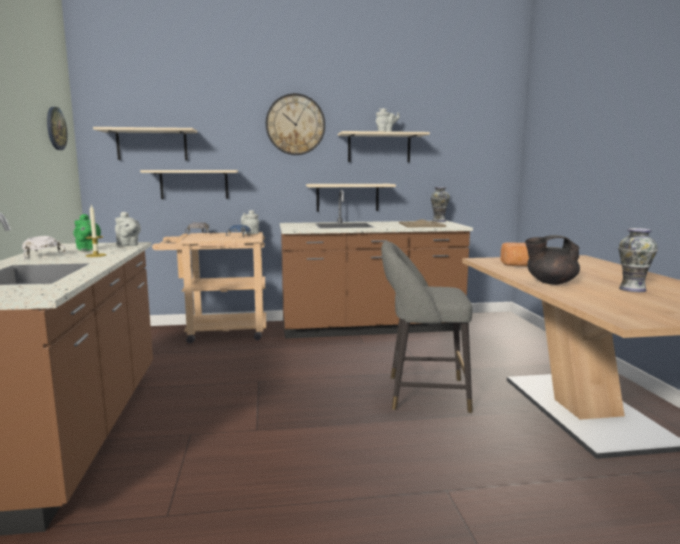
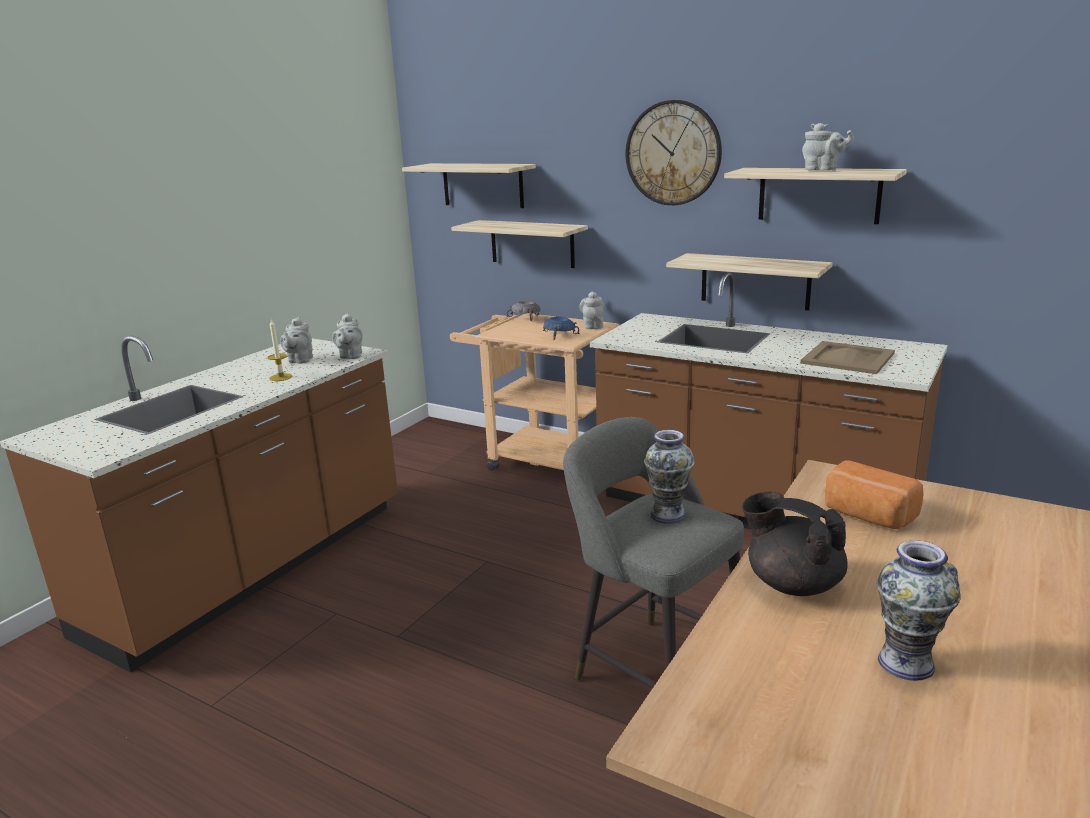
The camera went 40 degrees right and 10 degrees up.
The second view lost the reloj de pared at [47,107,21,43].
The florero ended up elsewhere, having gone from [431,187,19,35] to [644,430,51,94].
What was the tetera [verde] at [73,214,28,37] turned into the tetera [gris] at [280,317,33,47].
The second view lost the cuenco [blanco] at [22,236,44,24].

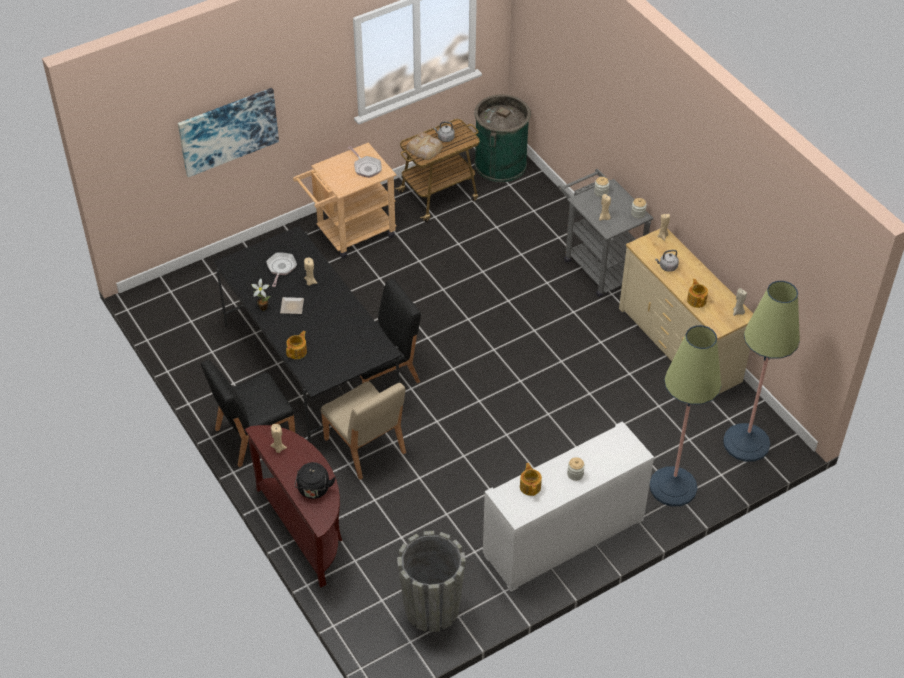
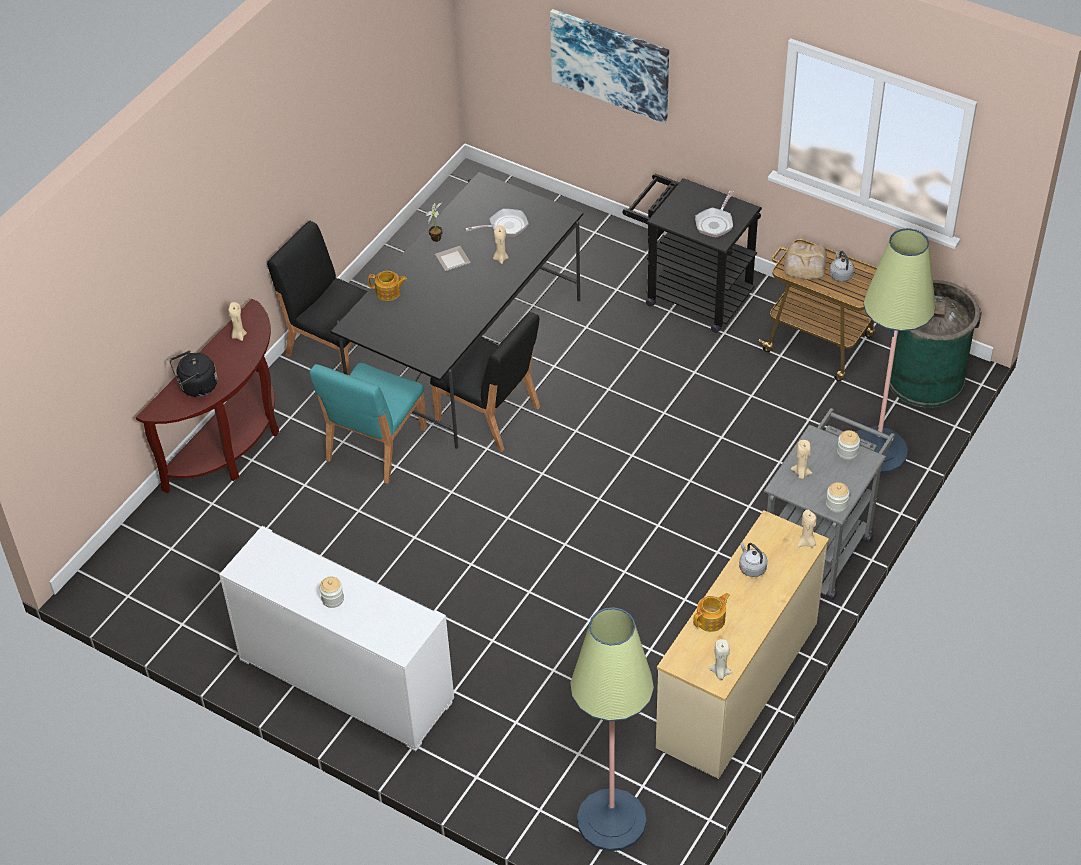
The camera went 65 degrees right and 0 degrees up.
What was the carrito [beis] at [293,143,104,115] turned into the carrito [negro] at [622,174,140,159].
The lámpara de pie ended up elsewhere, having gone from [650,325,72,181] to [856,228,80,246].
What was the silla [beis] at [321,381,85,99] turned into the silla [turquesa] at [309,363,118,121].
The second view lost the tetera at [520,463,22,33].
The second view lost the maceta [gris] at [397,531,69,101].

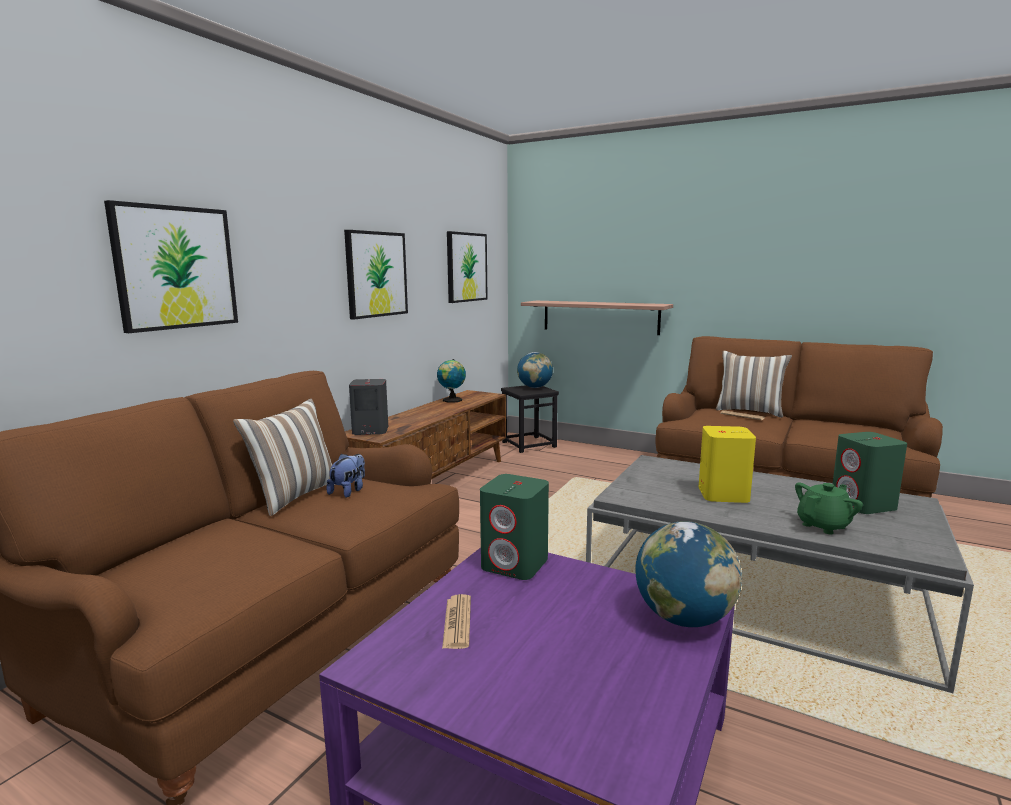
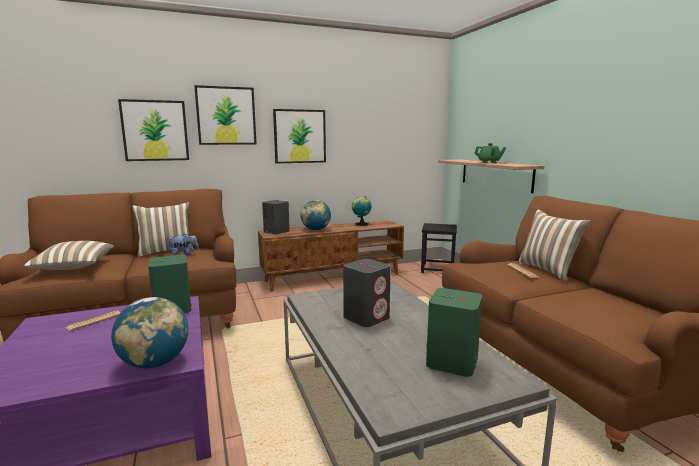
The camera went 40 degrees right and 0 degrees up.
The cuadro ended up elsewhere, having gone from [447,231,41,72] to [194,85,63,60].
The globo terráqueo ended up elsewhere, having gone from [517,352,36,36] to [301,200,30,30].
What was the altavoz [amarillo] at [699,426,57,77] turned into the altavoz [gris] at [343,259,48,68].
The tetera [verde] ended up elsewhere, having gone from [795,482,68,52] to [474,143,32,20].
The second view gained the cojín at [23,241,91,29].

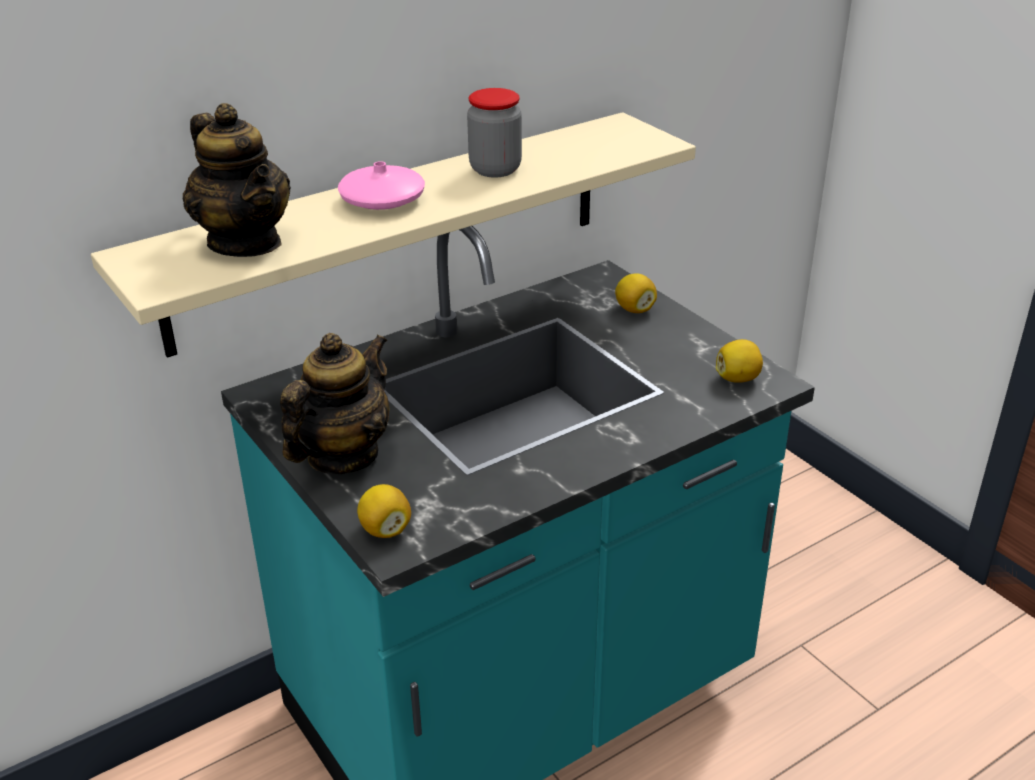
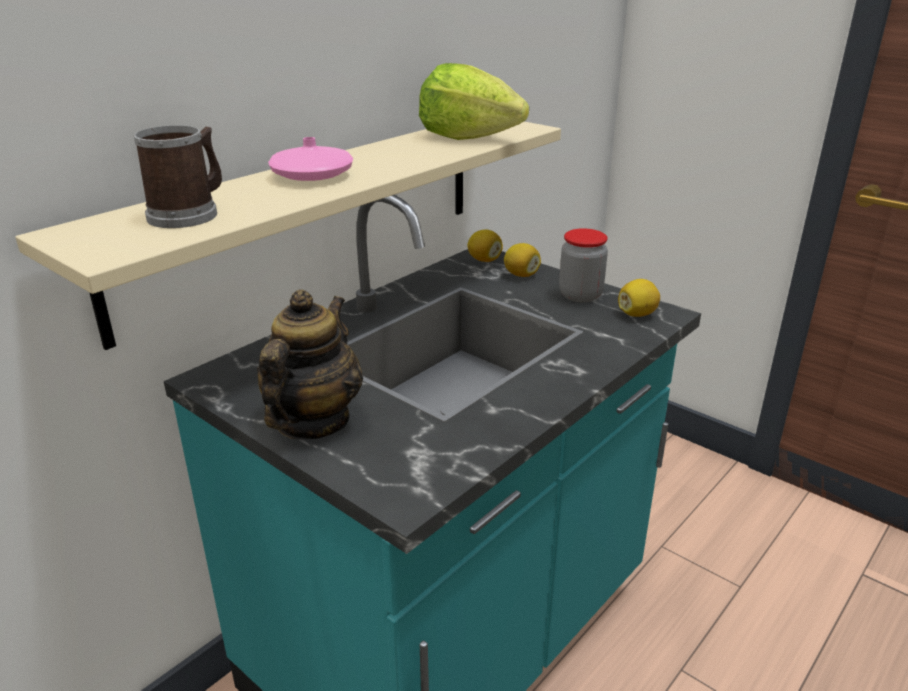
The camera went 15 degrees left and 5 degrees down.
The tarro ended up elsewhere, having gone from [467,88,55,89] to [559,228,49,74].
Where the tetera stood at [183,103,108,154], the taza grande came to stand at [134,125,88,103].
The limón ended up elsewhere, having gone from [357,484,54,54] to [467,230,36,32].
The second view gained the lechuga at [419,63,110,77].

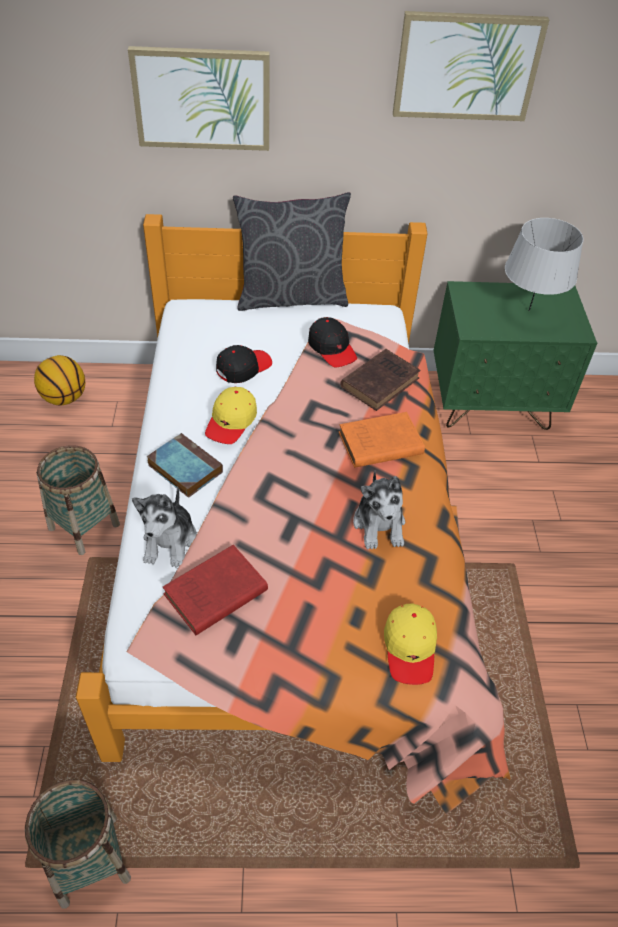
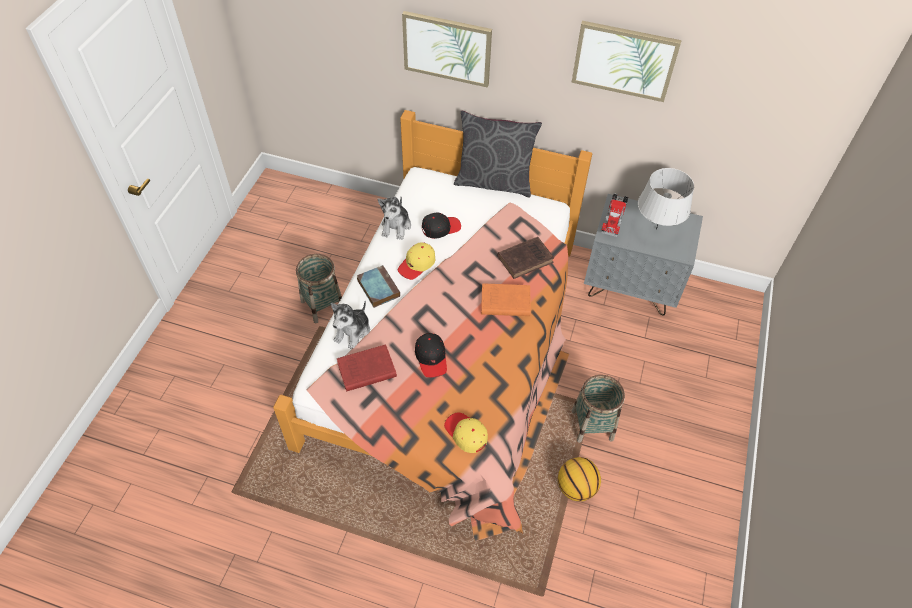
The camera went 20 degrees right and 5 degrees up.
What was the mesita de noche [verde] at [433,281,164,149] turned into the mesita de noche [gris] at [584,194,119,122].
The gorra [negro] ended up elsewhere, having gone from [308,317,49,50] to [415,333,32,44].
The balón de baloncesto ended up elsewhere, having gone from [34,355,52,51] to [558,457,43,44].
The peluche ended up elsewhere, having gone from [353,471,52,79] to [378,197,33,43].
The gorra [amarillo] at [384,603,53,82] ended up facing another way, 120 degrees clockwise from before.
The cesta ended up elsewhere, having gone from [25,780,106,129] to [572,375,53,68].
The second view gained the camión de juguete at [601,193,27,44].

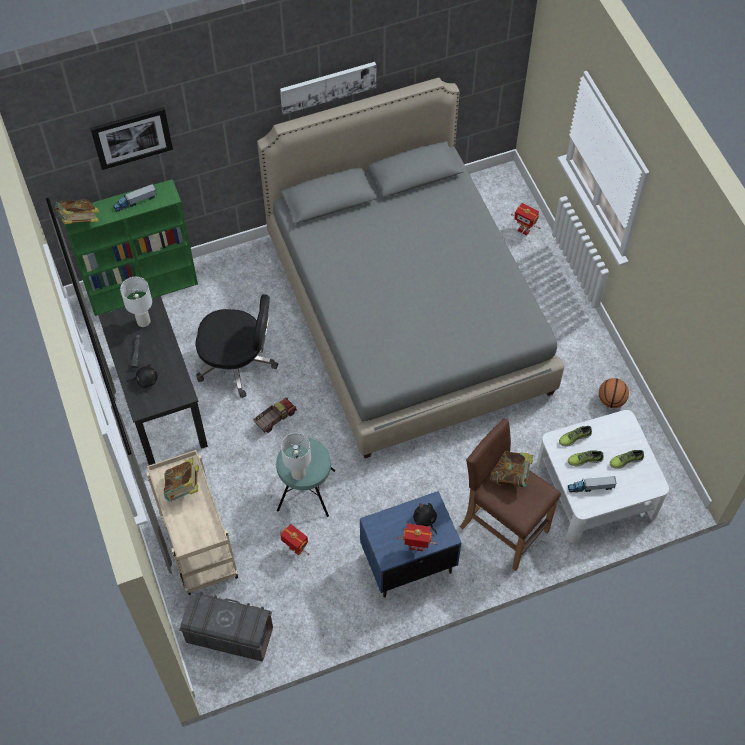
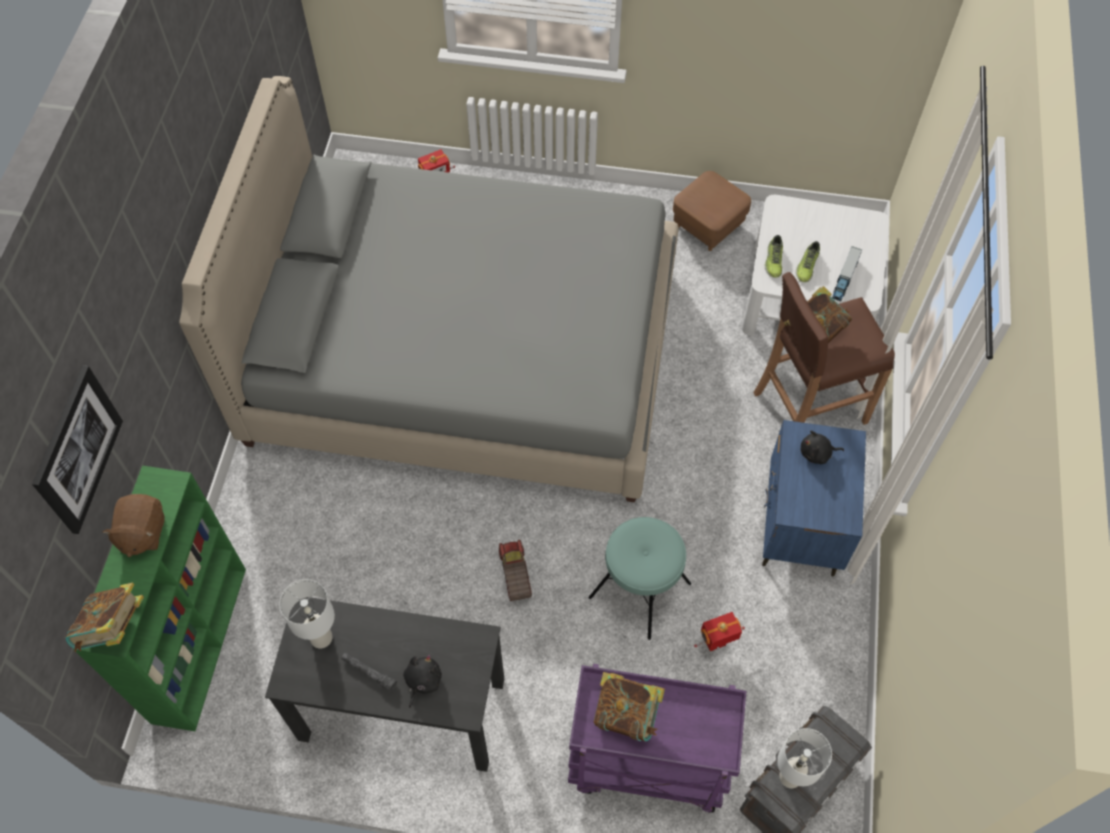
The camera went 60 degrees left and 0 degrees up.
The second view lost the cuadro at [280,62,96,53].
Where the camión de juguete stood at [113,184,44,27], the peluche [marrón] came to stand at [103,494,62,63].
The second view lost the silla de oficina [negro] at [196,294,82,104].
Where the balón de baloncesto stood at [599,378,30,30], the puf [marrón] came to stand at [673,171,78,80].
The lámpara de mesa [blanco] ended up elsewhere, having gone from [281,433,30,47] to [777,728,55,60].
What was the carrito [beis] at [147,450,91,145] turned into the carrito [morado] at [568,664,178,149].
The second view lost the zapato at [610,450,34,19].
The second view lost the robot de juguete at [397,523,40,28].

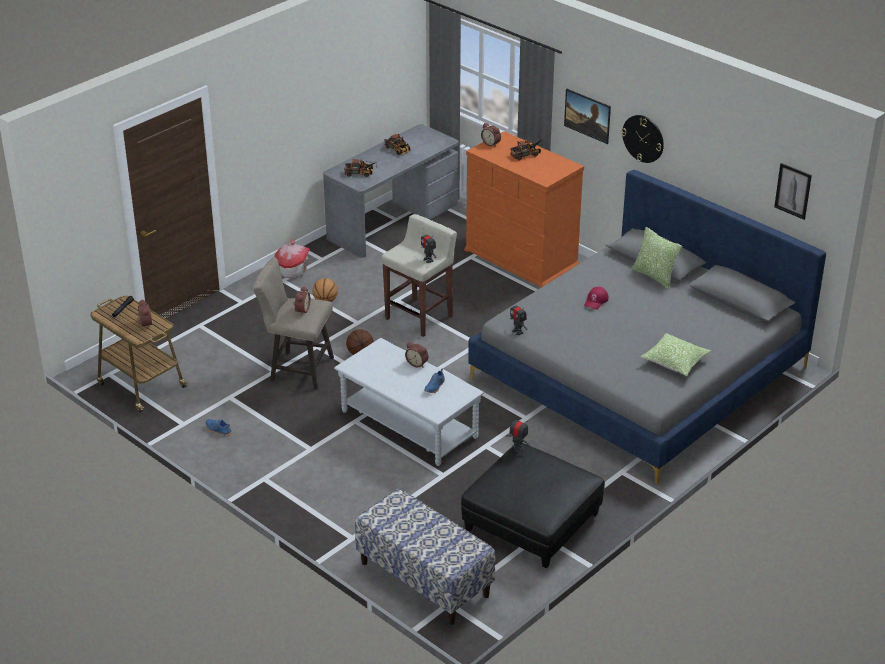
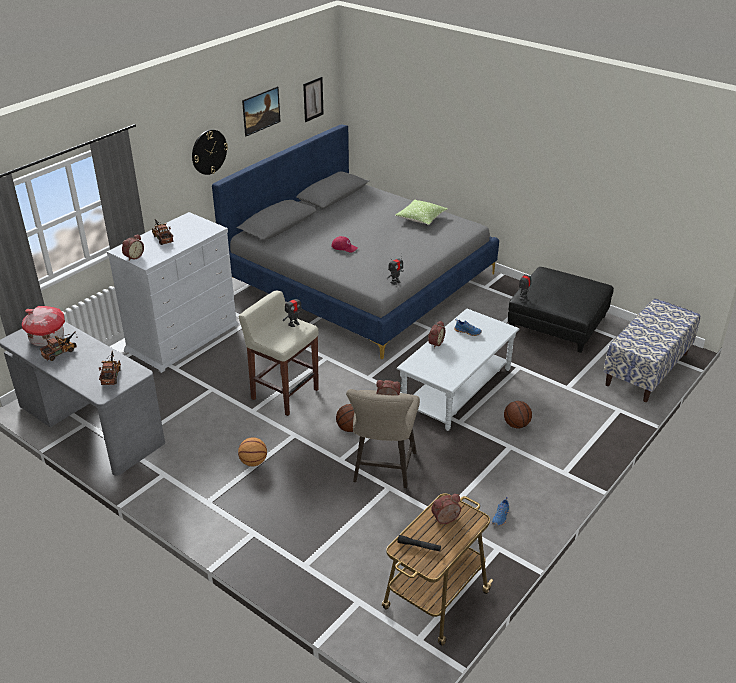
The camera went 95 degrees left and 0 degrees up.
The cuadro ended up elsewhere, having gone from [564,89,47,55] to [242,86,39,50].
What was the cómoda [naranja] at [464,131,120,157] turned into the cómoda [blanco] at [107,212,132,161].
The second view lost the cojín at [632,227,50,62].
The casita ended up elsewhere, having gone from [274,239,36,40] to [22,306,43,40].
The second view gained the balón de baloncesto at [504,401,28,28].

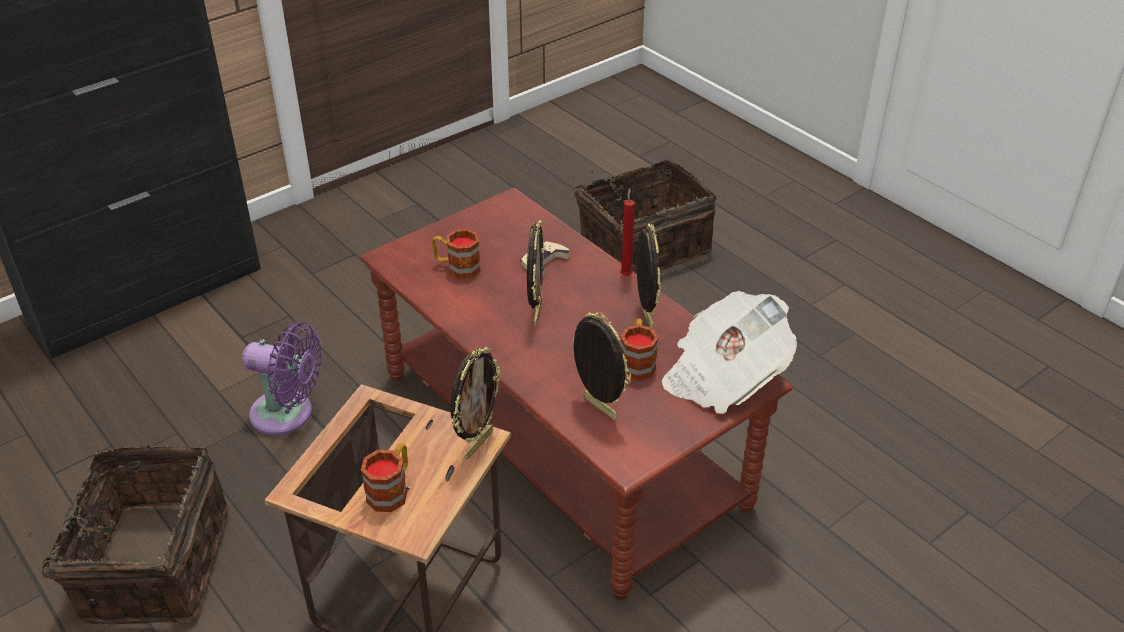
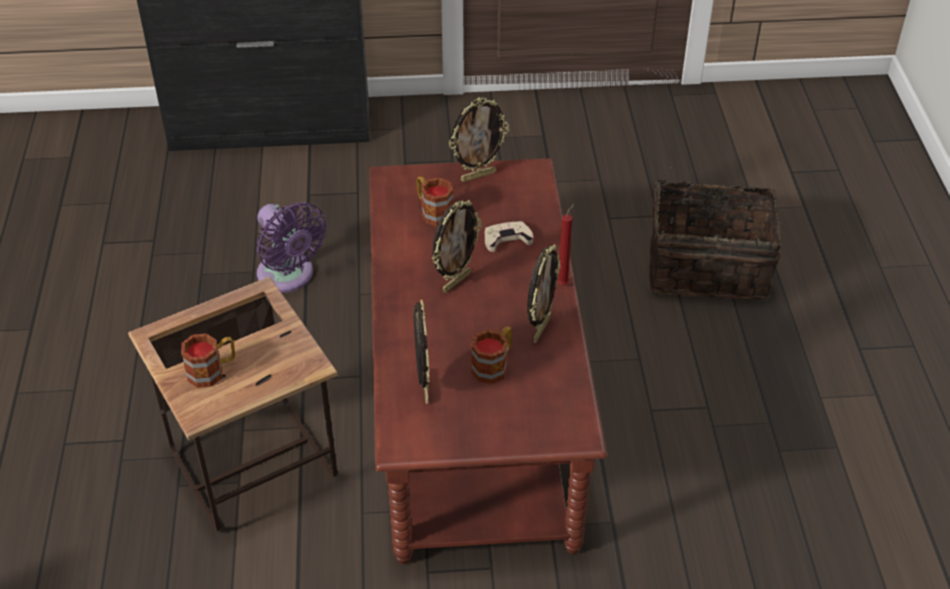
The camera went 35 degrees right and 5 degrees up.
The second view lost the periódico at [662,291,135,123].
The portarretratos ended up elsewhere, having gone from [451,346,51,113] to [449,98,60,84].
The second view lost the cesta at [14,445,215,180].

